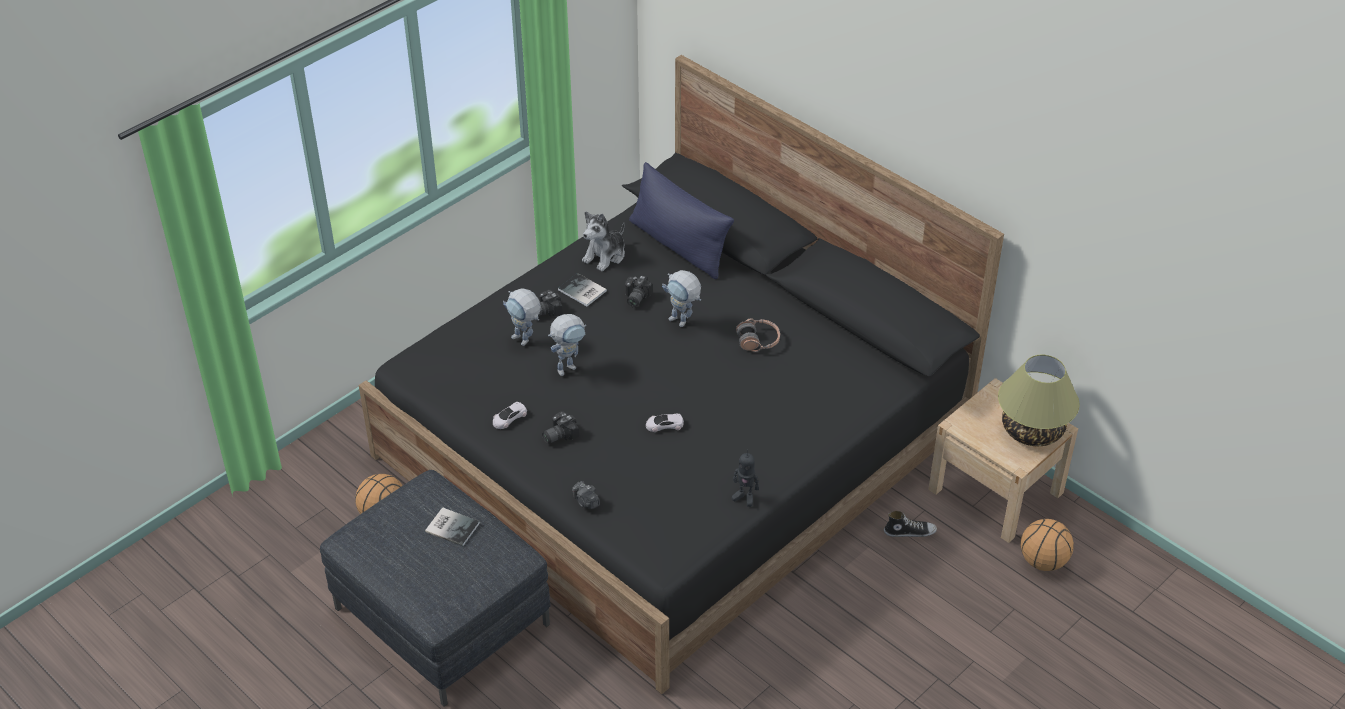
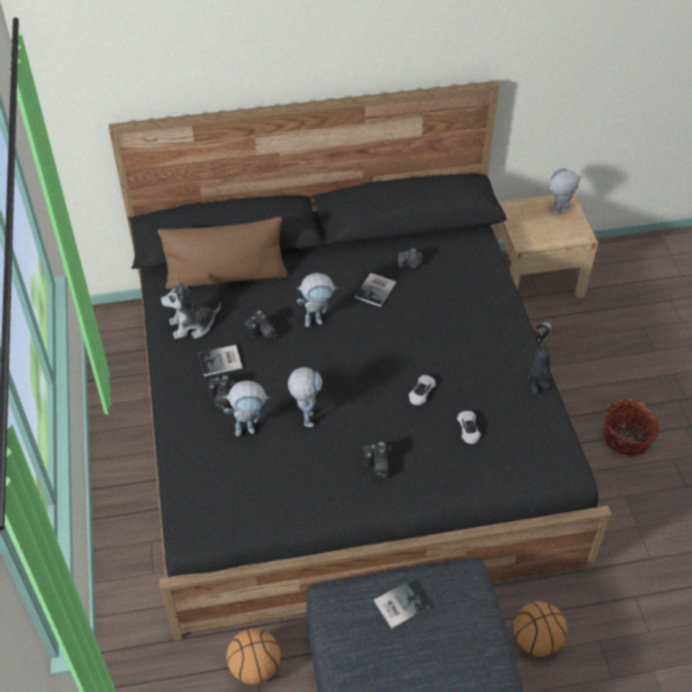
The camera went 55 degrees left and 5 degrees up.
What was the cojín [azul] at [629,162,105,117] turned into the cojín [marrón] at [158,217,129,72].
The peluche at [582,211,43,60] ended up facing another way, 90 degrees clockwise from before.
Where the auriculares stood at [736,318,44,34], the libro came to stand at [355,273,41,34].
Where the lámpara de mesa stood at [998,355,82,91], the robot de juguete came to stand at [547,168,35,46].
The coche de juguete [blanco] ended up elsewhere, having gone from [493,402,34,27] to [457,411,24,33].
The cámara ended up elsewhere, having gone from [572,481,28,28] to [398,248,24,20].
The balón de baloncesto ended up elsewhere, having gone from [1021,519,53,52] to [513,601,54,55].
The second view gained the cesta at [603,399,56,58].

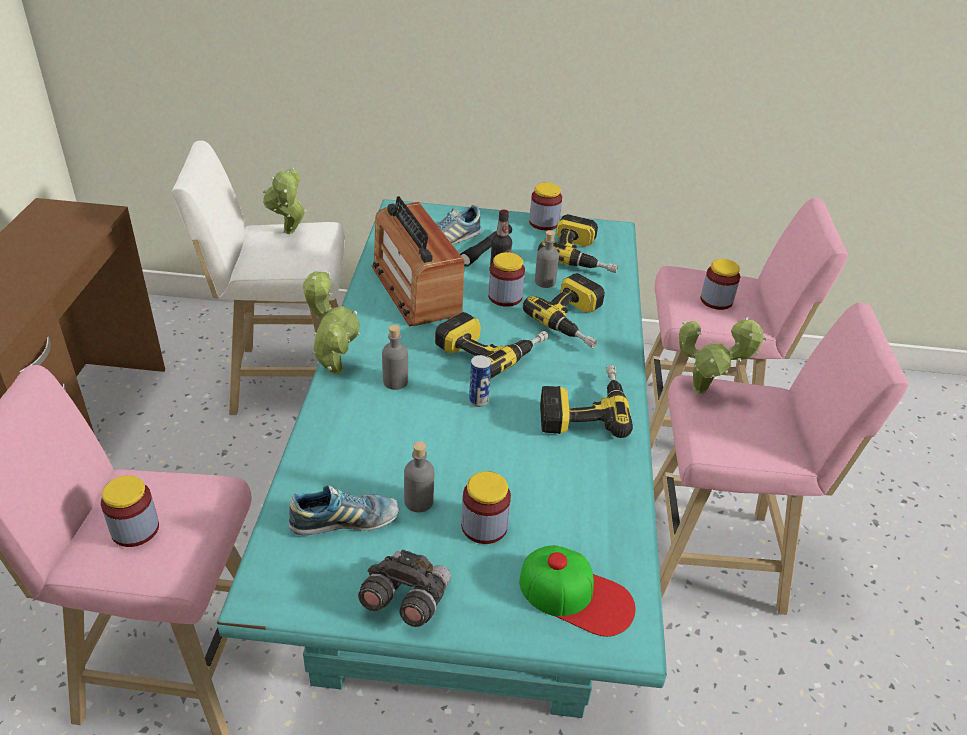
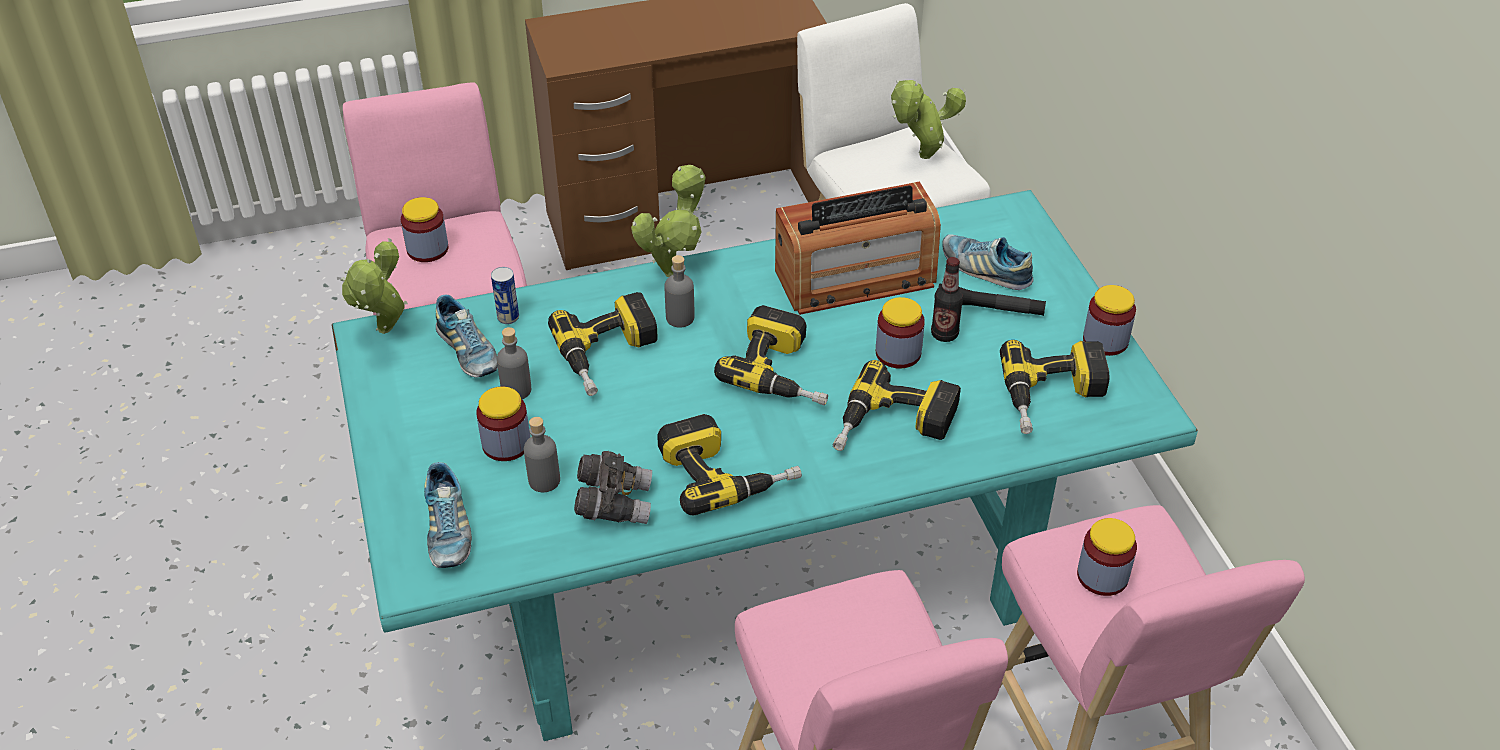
The camera went 70 degrees right and 5 degrees up.
The radio at [372,196,93,131] ended up facing another way, 150 degrees counterclockwise from before.
The botella [gris] ended up elsewhere, having gone from [535,230,24,58] to [524,417,36,75].
The planta en maceta ended up elsewhere, having gone from [679,317,87,78] to [340,238,68,96].
The lata ended up elsewhere, having gone from [469,355,22,52] to [491,267,28,57].
Where the gorra stood at [519,545,117,92], the zapato came to stand at [424,462,48,106].
The prismáticos [gris] ended up elsewhere, having gone from [358,549,93,78] to [574,451,78,73].
The second view gained the taladro at [548,292,110,104].

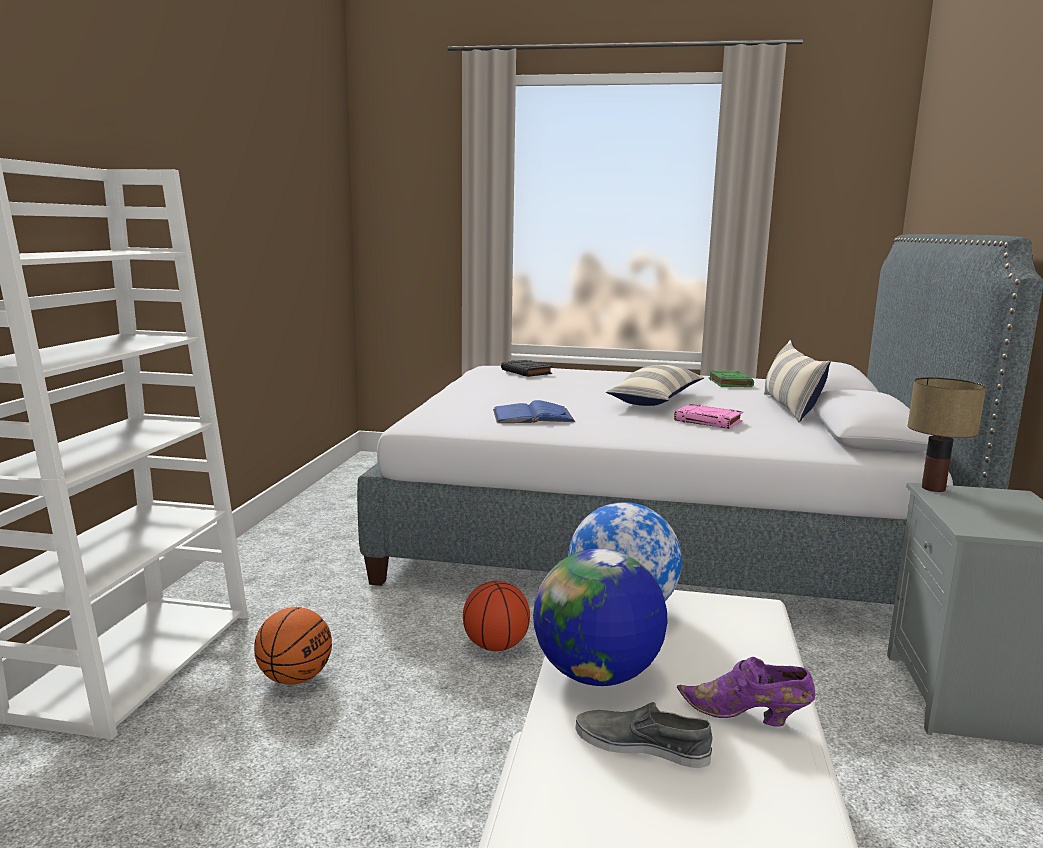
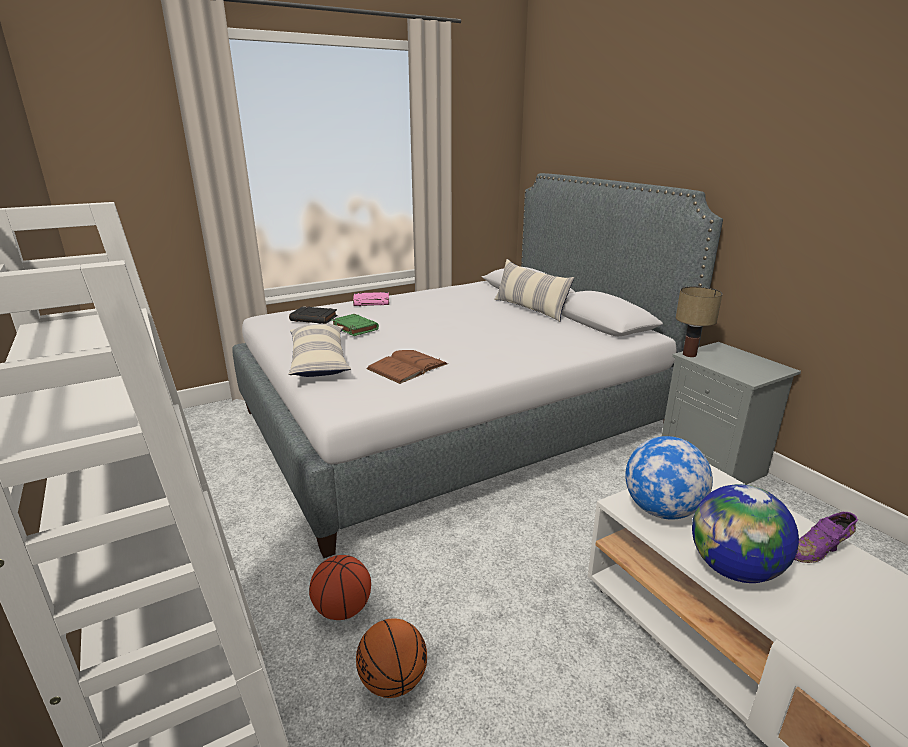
The camera went 40 degrees left and 10 degrees up.
The cojín ended up elsewhere, having gone from [606,365,98,41] to [288,324,63,53].
The libro [verde] ended up elsewhere, having gone from [708,371,46,16] to [331,314,48,22].
What was the libro [azul] at [493,400,82,23] turned into the libro [marrón] at [366,350,82,34].
The libro [rosa] ended up elsewhere, having gone from [674,404,69,25] to [353,292,36,14].
The balón de baloncesto ended up elsewhere, having gone from [463,581,67,70] to [309,555,62,65].
The second view lost the zapato [gris] at [575,702,137,66].

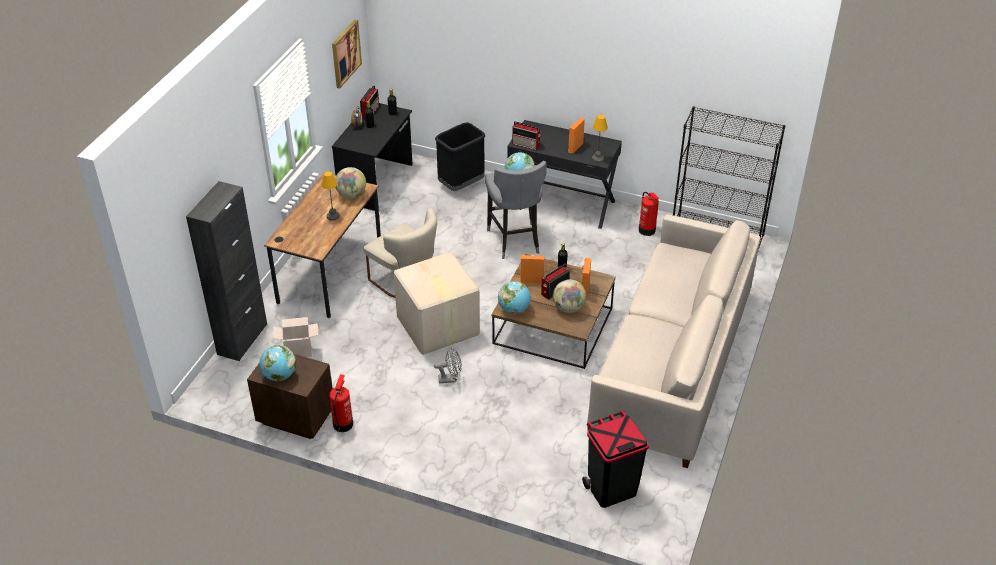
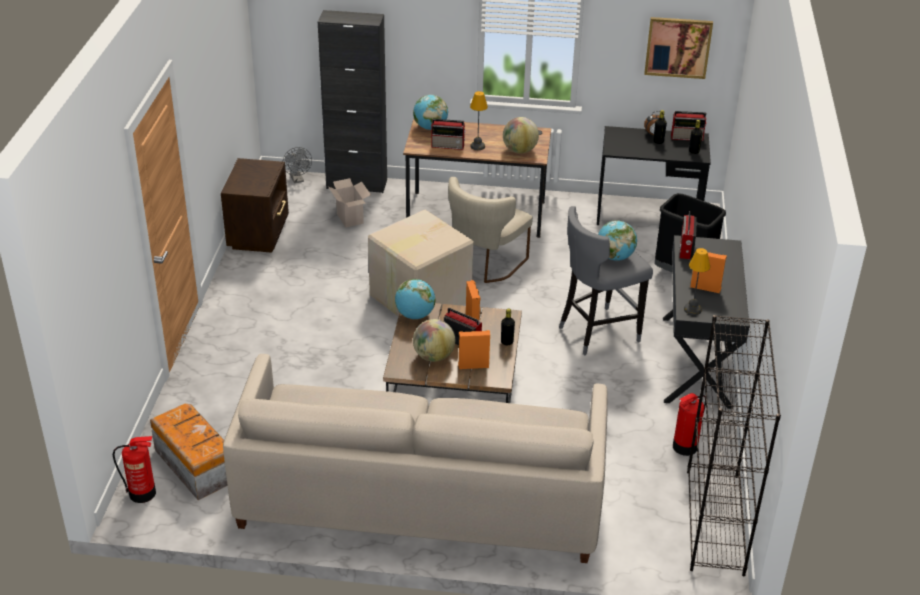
The camera went 75 degrees right and 5 degrees down.
The globo terráqueo ended up elsewhere, having gone from [259,345,37,36] to [413,95,35,35].
The ventilador [gris] ended up elsewhere, having gone from [434,347,28,36] to [282,147,30,36].
The extintor ended up elsewhere, having gone from [329,374,24,58] to [113,436,43,67].
Where the papelera [negro] stood at [582,410,67,98], the caja de almacenaje came to stand at [150,404,78,96].
The second view gained the radio at [431,119,35,31].

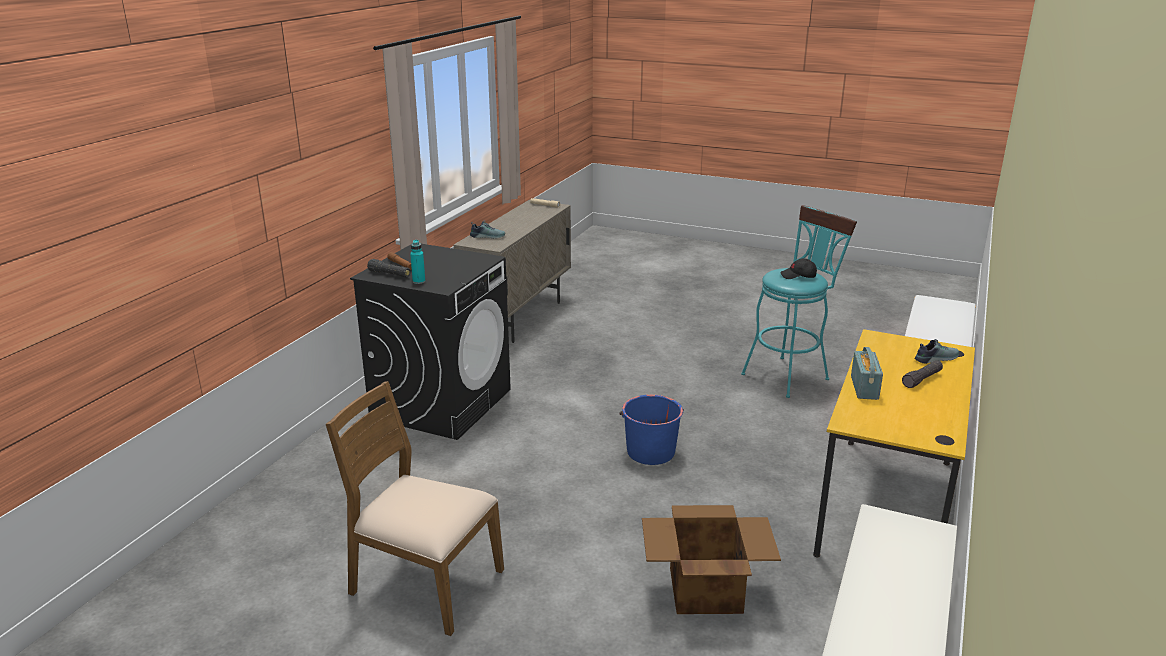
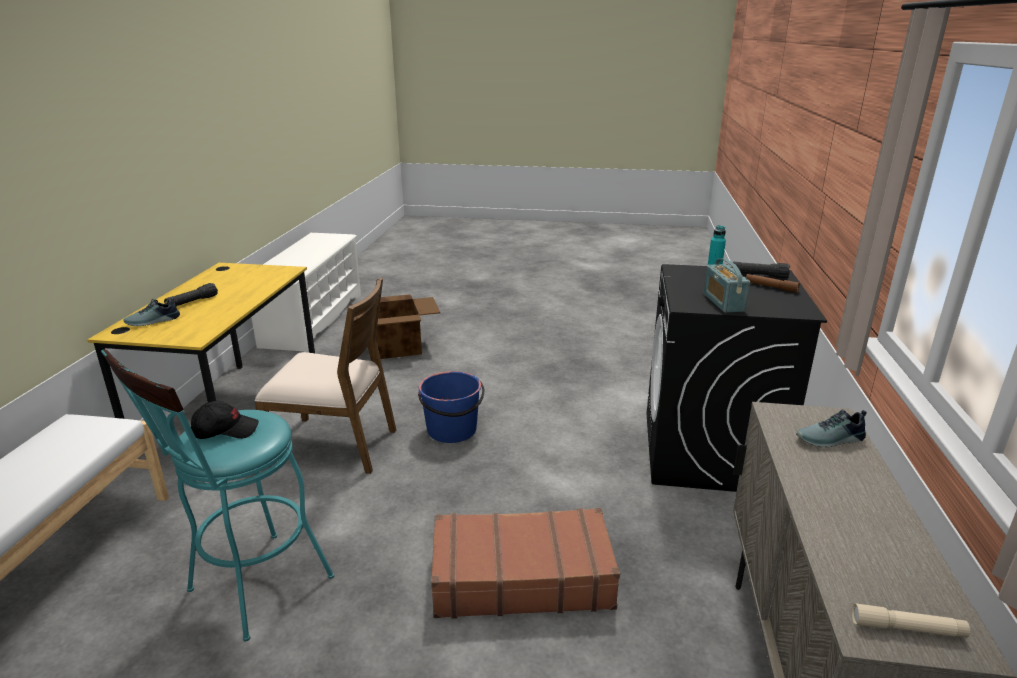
The camera went 165 degrees right and 0 degrees up.
The radio ended up elsewhere, having gone from [851,347,32,53] to [703,258,47,55].
The silla [marrón] ended up elsewhere, having gone from [326,381,178,255] to [254,277,142,197].
The second view gained the maleta [marrón] at [431,508,189,110].

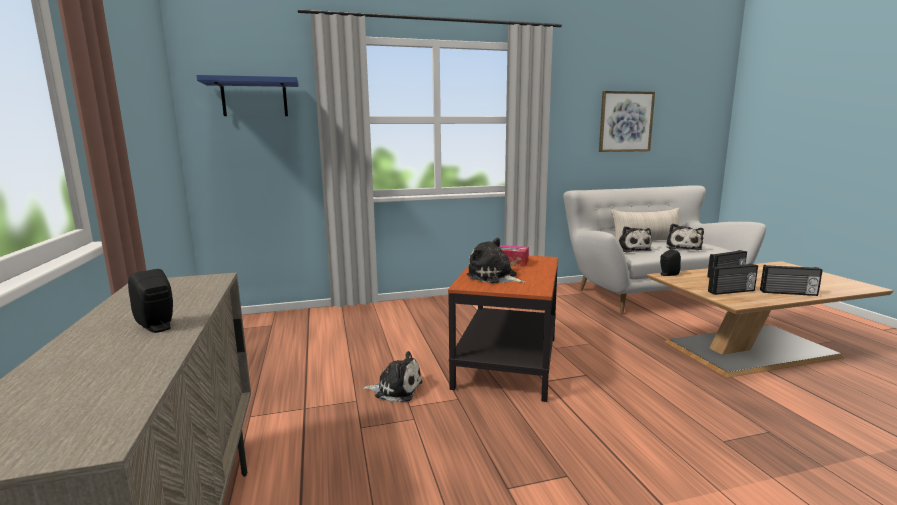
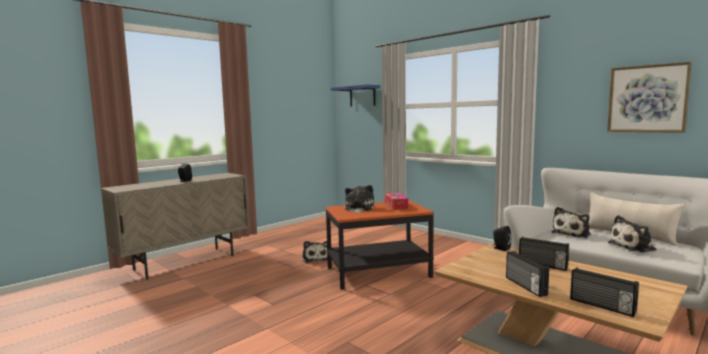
The camera went 60 degrees right and 5 degrees down.
The radio ended up elsewhere, having gone from [708,263,50,32] to [570,267,69,50].

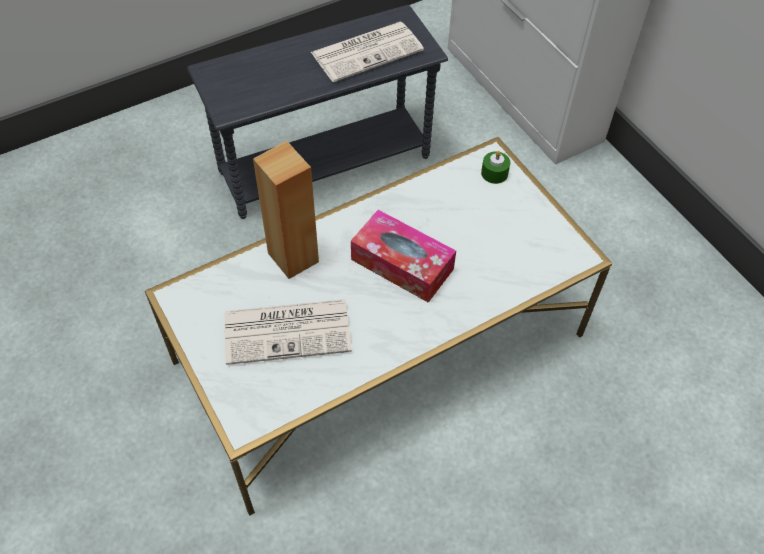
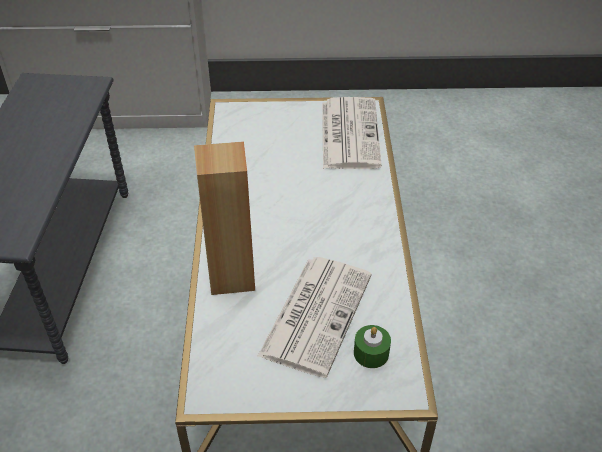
The camera went 60 degrees left and 10 degrees down.
The periódico ended up elsewhere, having gone from [311,21,113,61] to [322,97,60,72].
The vela [verde] ended up elsewhere, having gone from [481,151,29,33] to [354,325,37,43].
The second view lost the caja de pañuelos at [351,210,105,93].

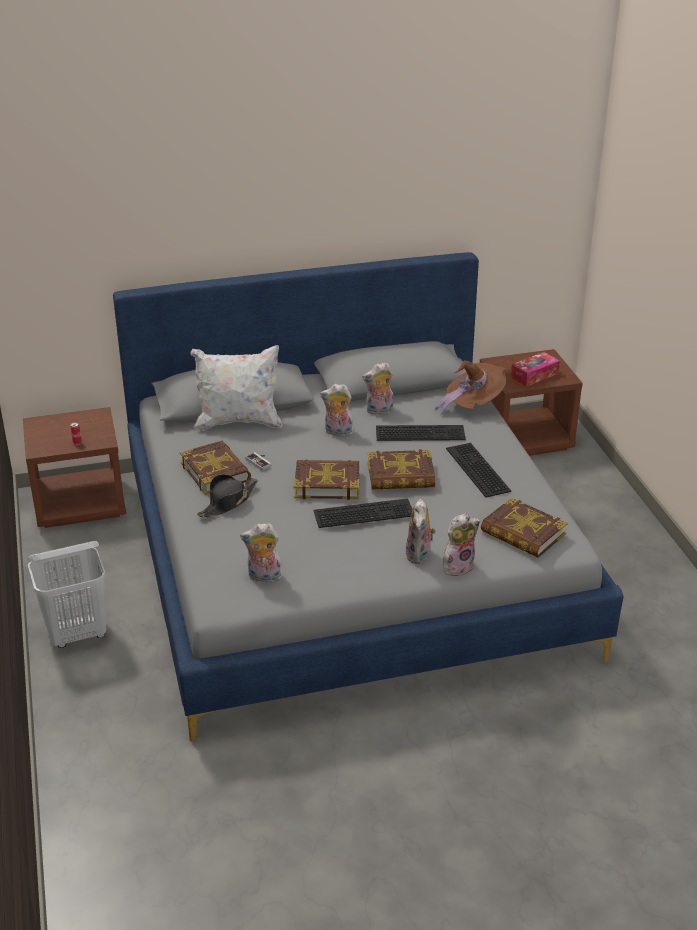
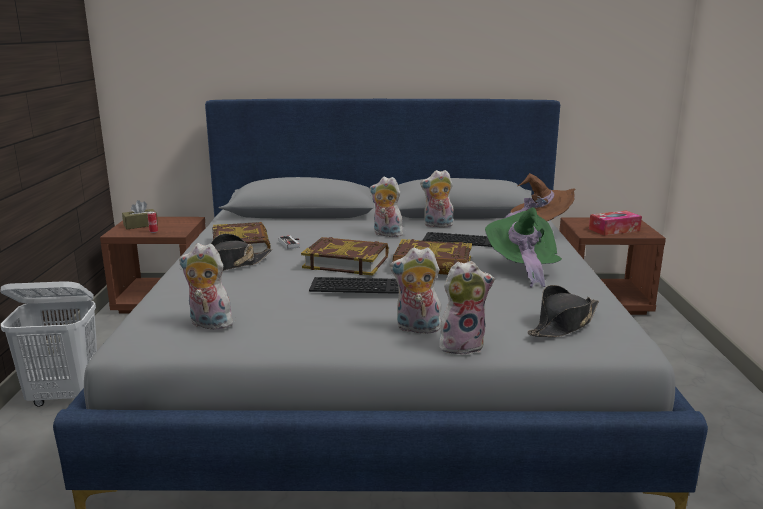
The camera went 15 degrees right and 15 degrees down.
The second view lost the cojín [blanco] at [190,345,93,86].
Where the teclado stood at [446,443,65,55], the sombrero [verde] came to stand at [485,207,77,80].
Where the libro stood at [481,497,87,61], the sombrero [negro] came to stand at [527,285,72,52].
The peluche at [405,499,31,65] ended up facing another way, 75 degrees clockwise from before.
The second view gained the caja de pañuelos [marrón] at [122,200,36,29].

